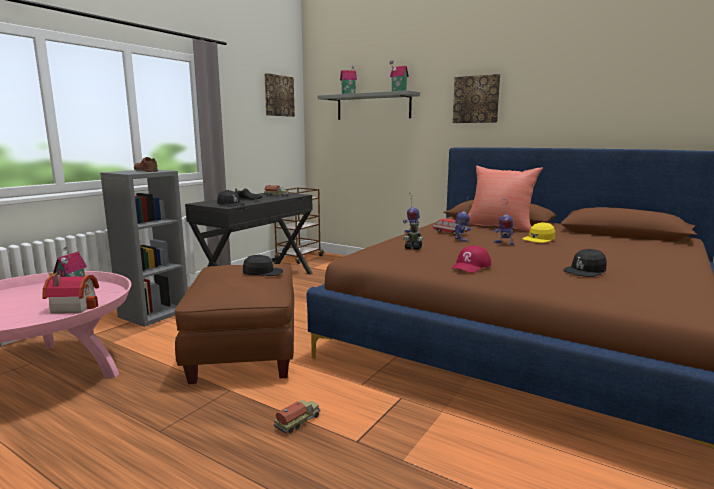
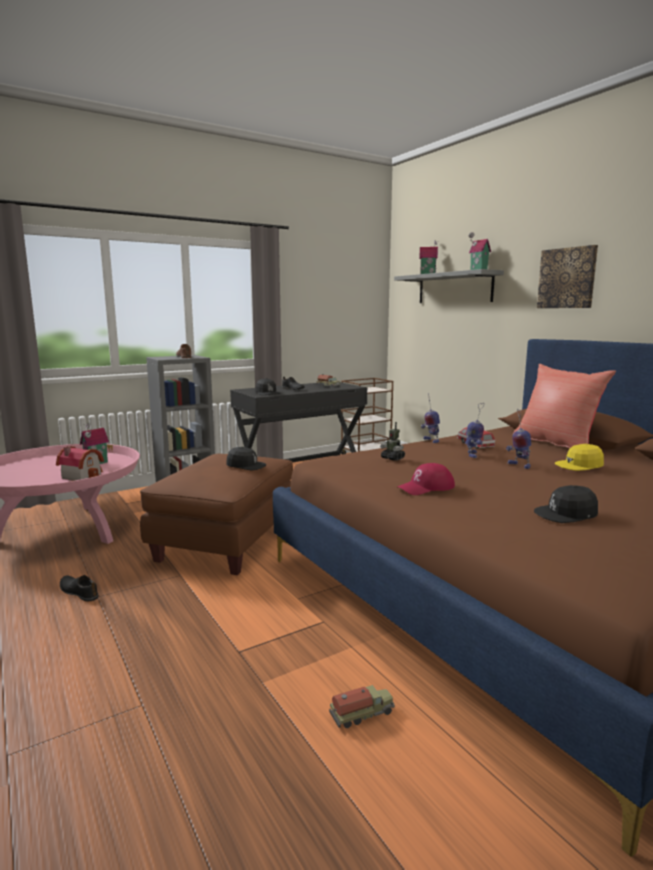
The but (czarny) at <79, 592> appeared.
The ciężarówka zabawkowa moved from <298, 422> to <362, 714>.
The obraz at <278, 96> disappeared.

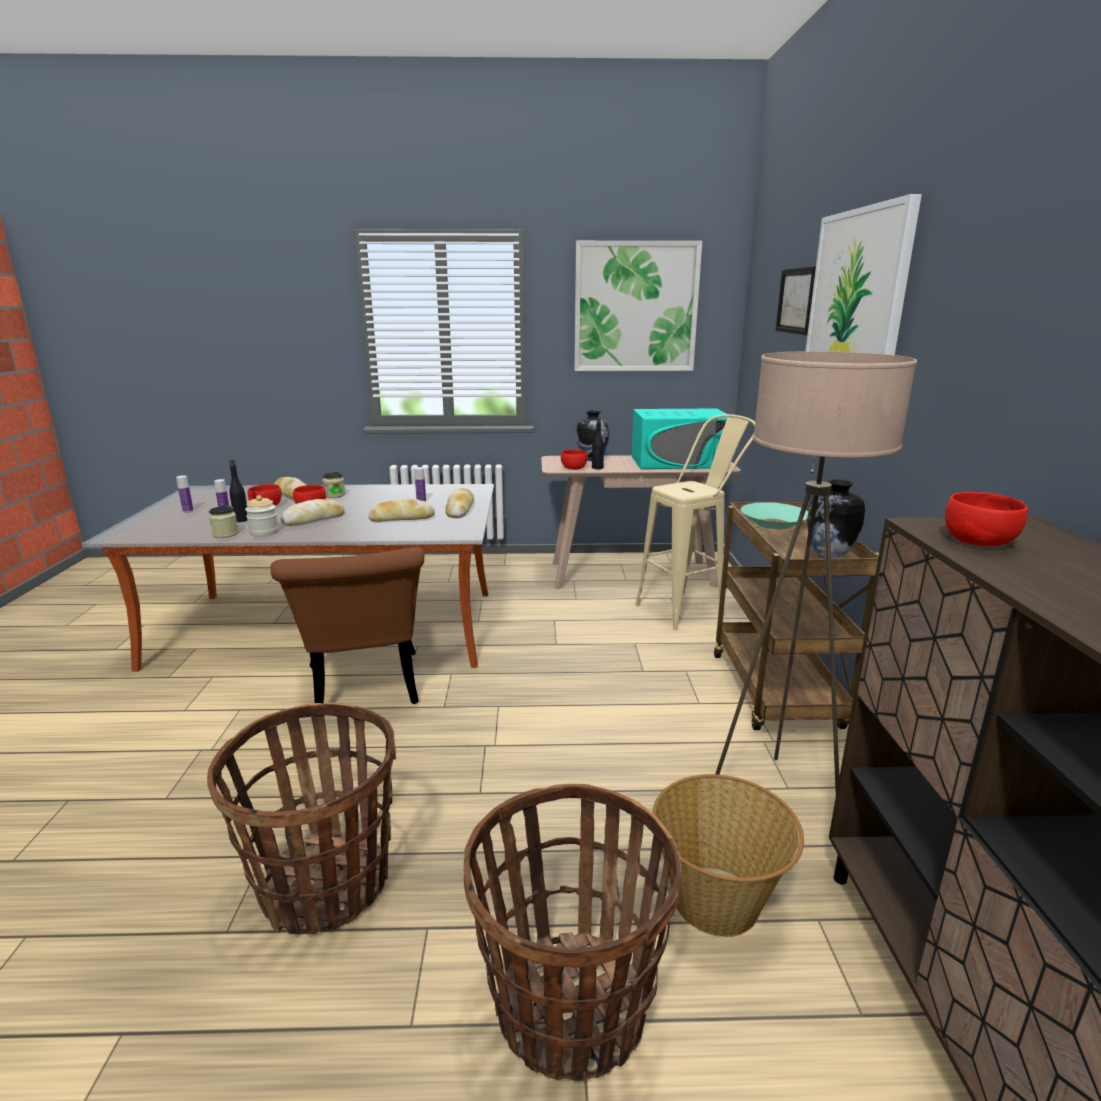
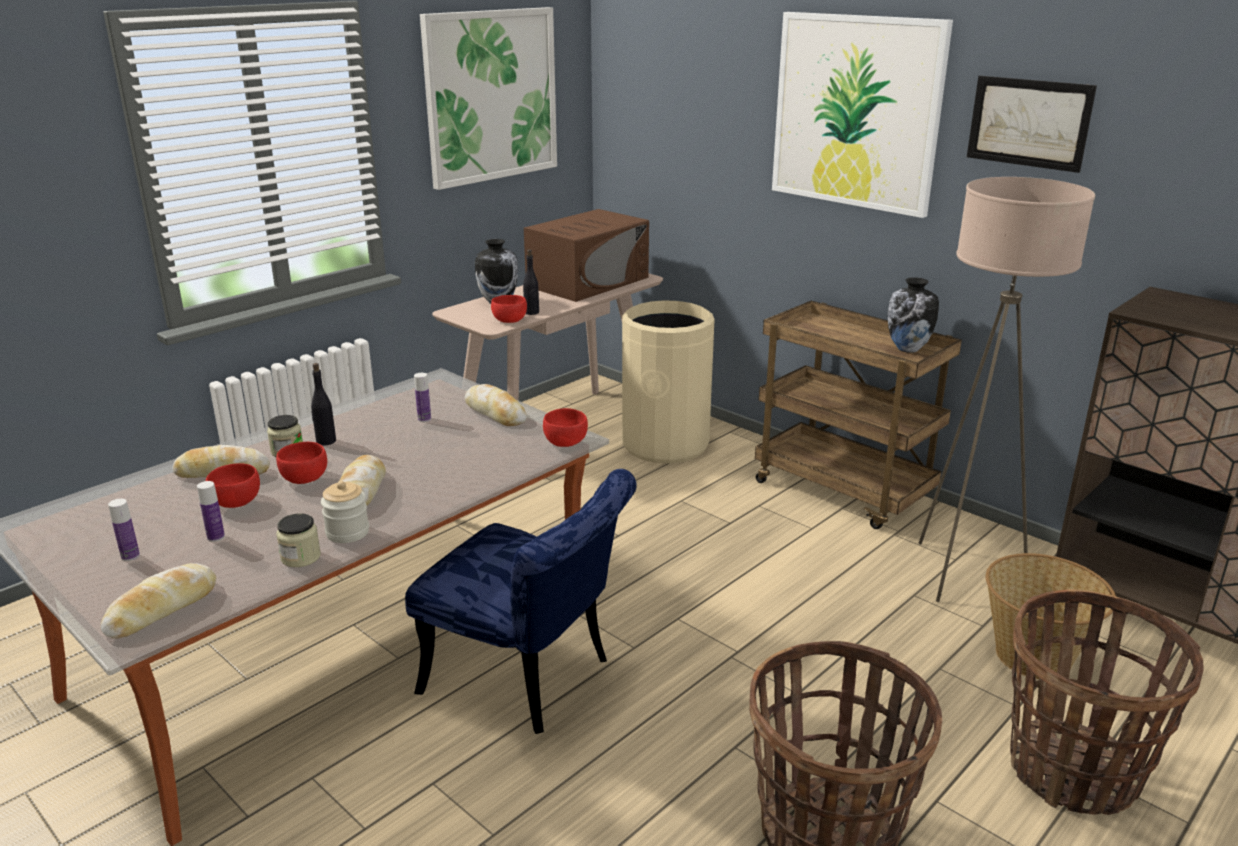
The chleb moved from <402, 518> to <162, 609>.
The butelka (czarny) moved from <241, 520> to <325, 441>.
The krzesło (brązowy) at <365, 691> became the krzesło (niebieski) at <530, 680>.
The mikrofalówka (turkusowy) at <678, 462> became the mikrofalówka (brązowy) at <588, 282>.
The miska (czerwony) moved from <979, 541> to <565, 442>.
The stołek (beżowy) at <689, 607> was replaced by the kosz na śmieci (beżowy) at <665, 444>.
The obraz moved from <795, 301> to <1029, 123>.
The miska (turkusowy) at <774, 523> disappeared.

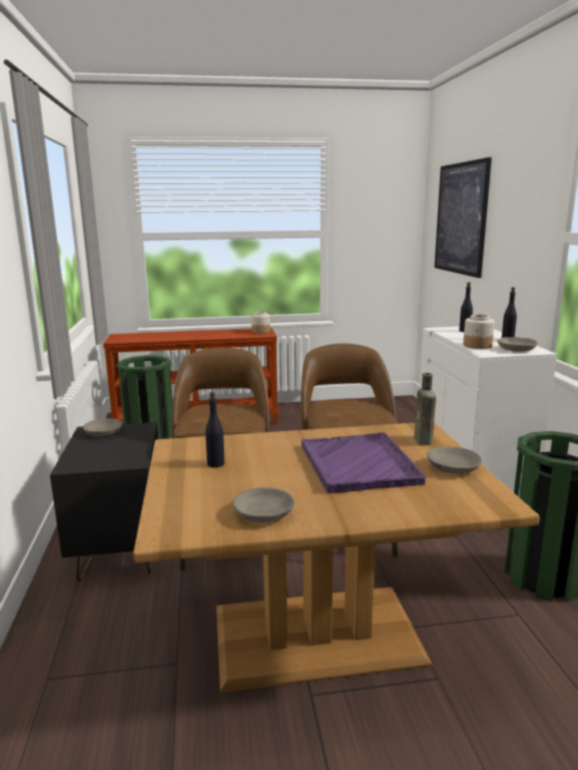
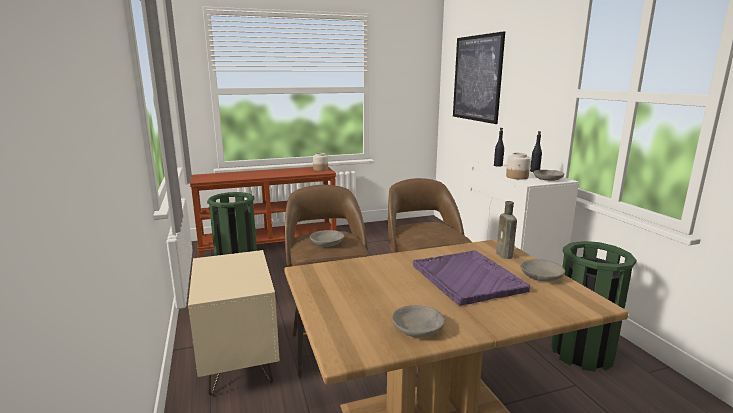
The szafka nocna (czarny) at <120, 549> became the szafka nocna (beżowy) at <239, 362>.
The miska (szary) moved from <104, 433> to <328, 243>.
The butelka (czarny) at <216, 464> disappeared.

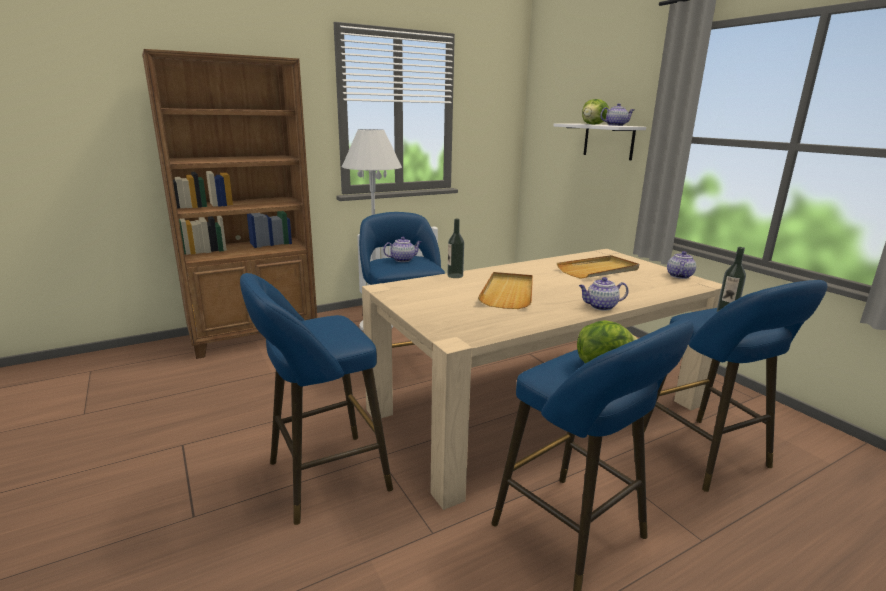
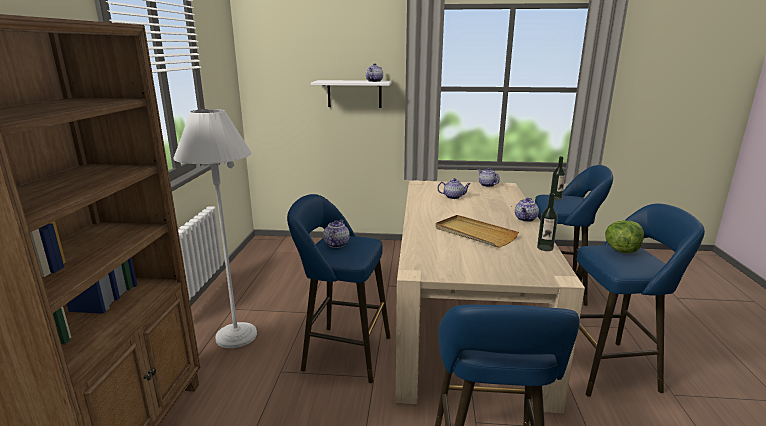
The taca (beżowy) at <598, 270> was replaced by the imbryk at <453, 197>.
The butelka moved from <455, 275> to <545, 248>.
The sałata at <594, 124> disappeared.

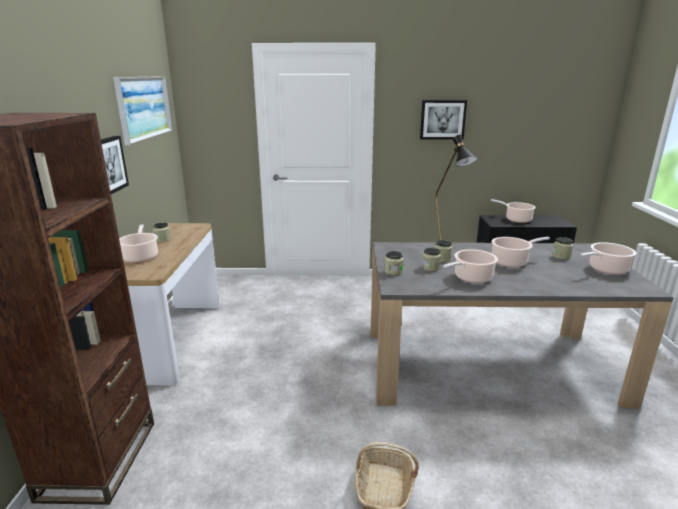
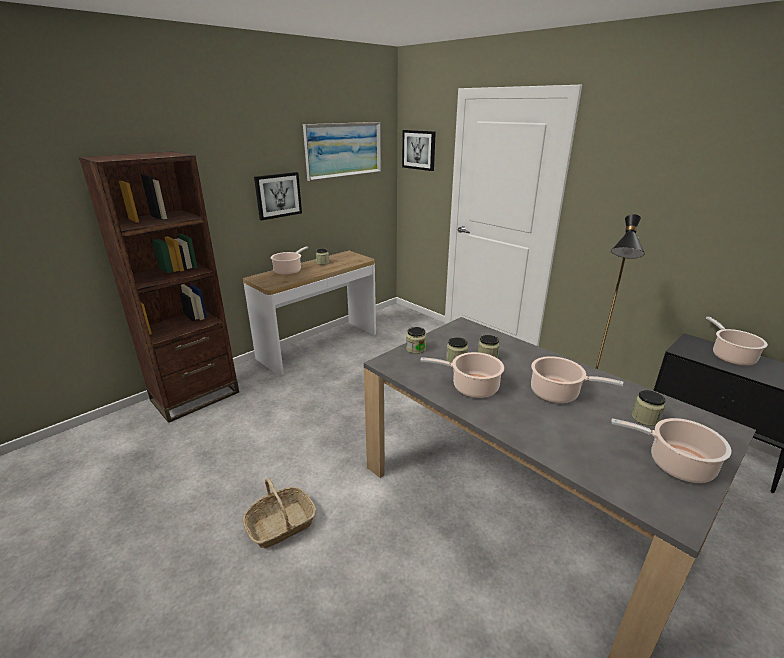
The obraz moved from <442, 119> to <419, 150>.

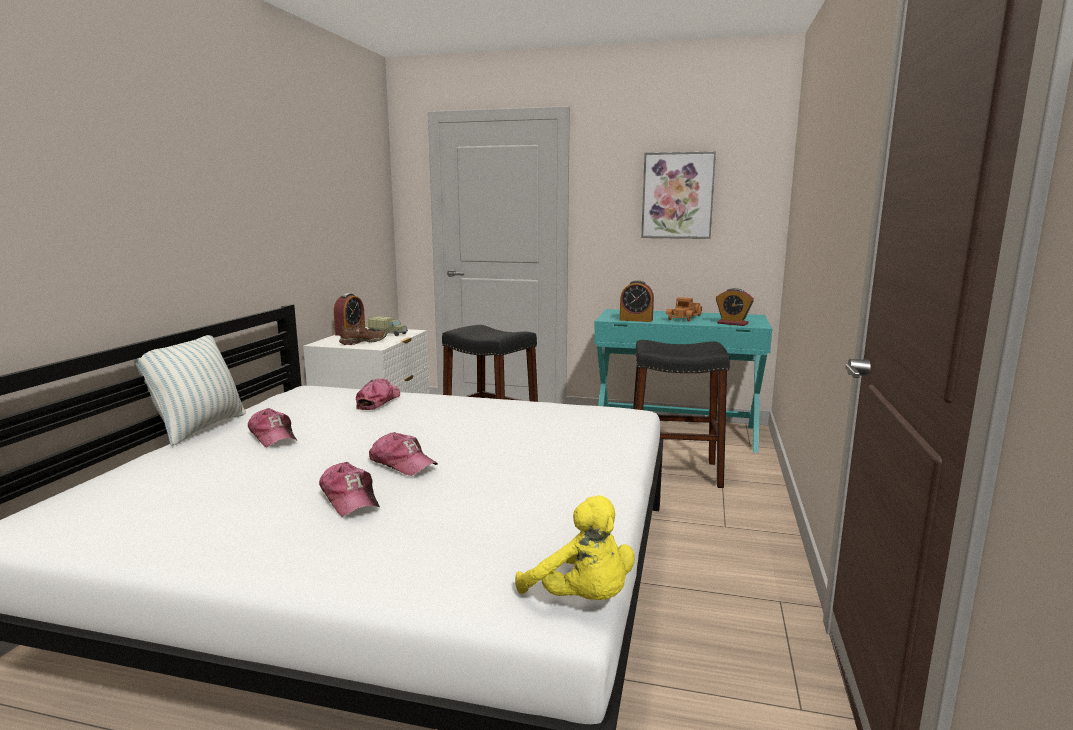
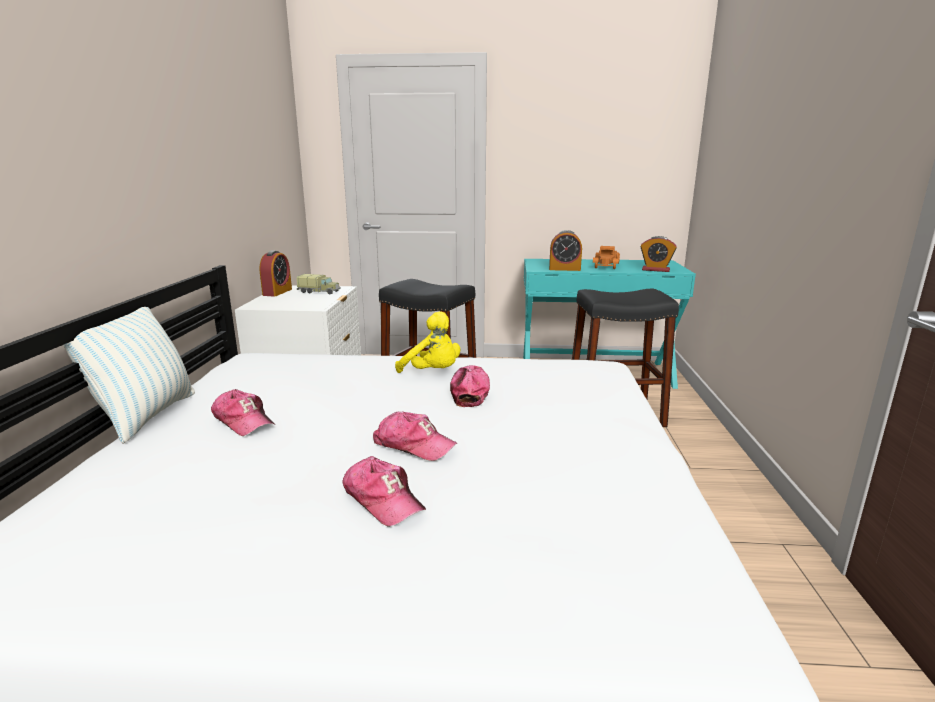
The pluszak (żółty) moved from <582, 599> to <433, 373>.
The czapka z daszkiem moved from <378, 401> to <470, 392>.
The but (brązowy) at <363, 342> disappeared.
The obraz at <677, 195> disappeared.

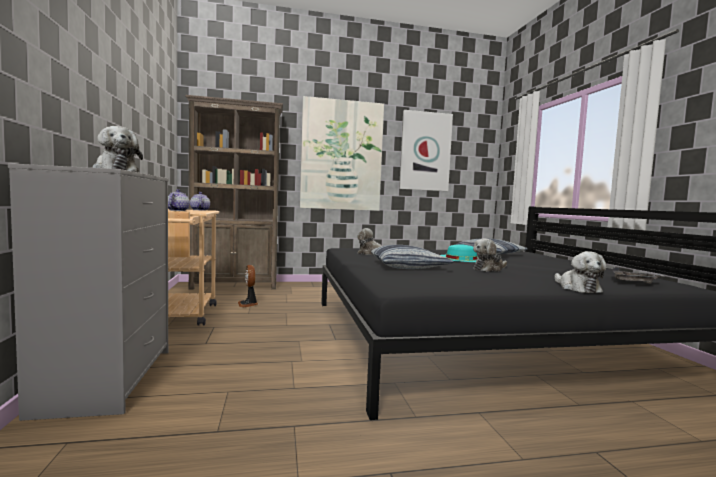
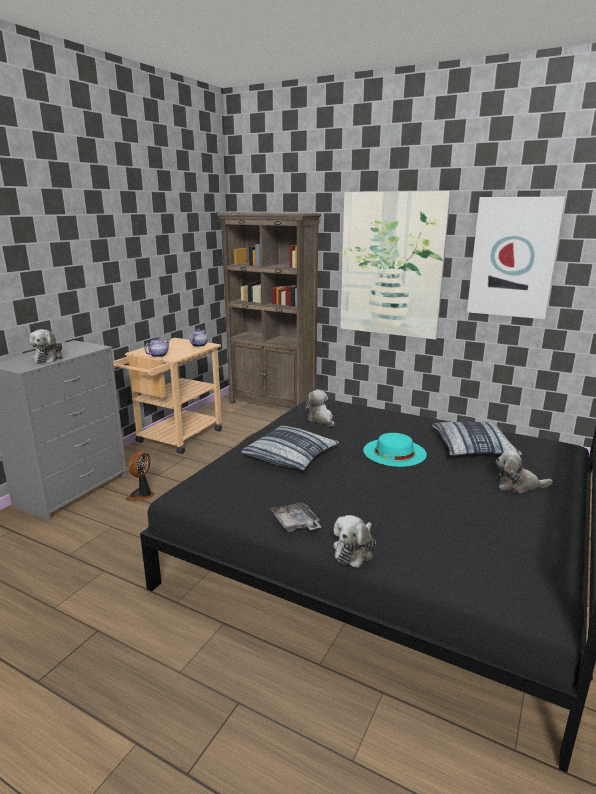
The wentylator moved from <248, 304> to <142, 495>.
The taca (szary) moved from <635, 282> to <295, 524>.
The pluszak moved from <489, 269> to <517, 485>.

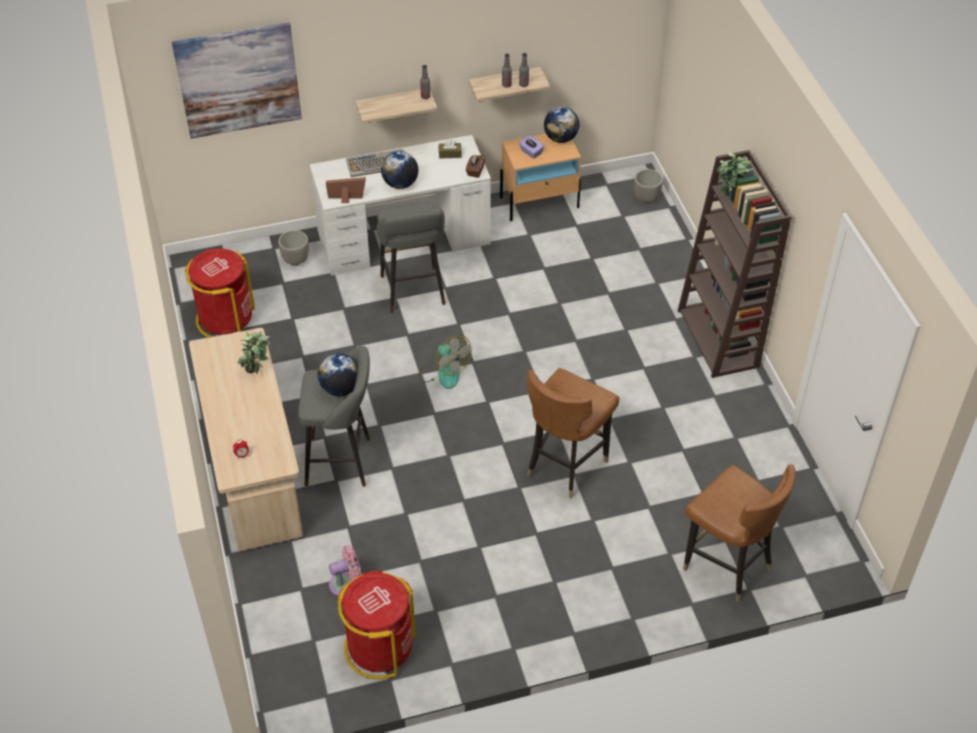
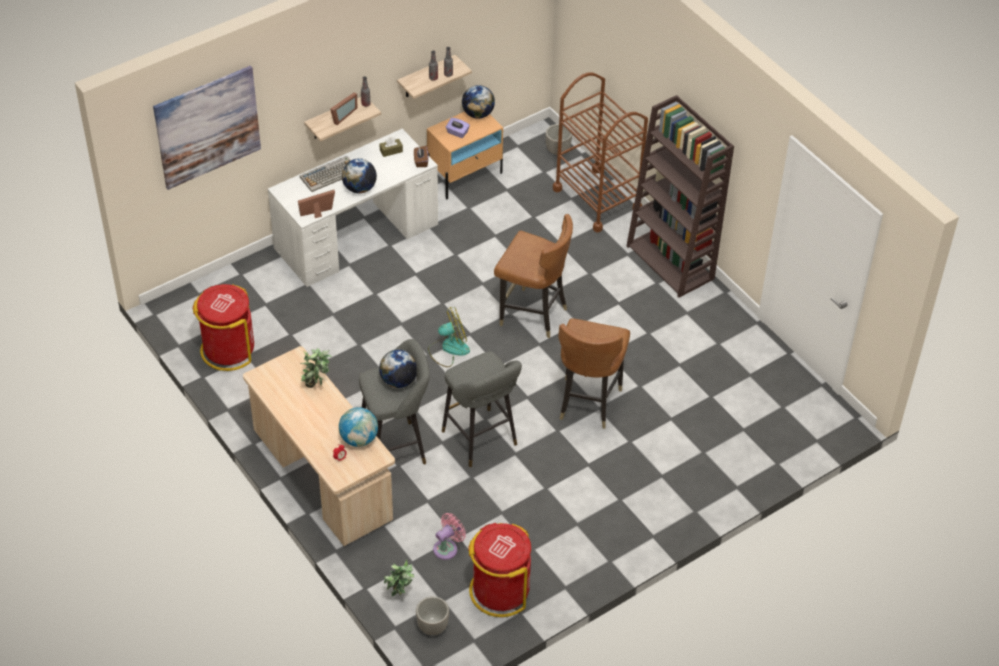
The ramka na zdjęcie at <342, 115> appeared.
The globus at <359, 439> appeared.
The roślina doniczkowa moved from <729, 195> to <400, 595>.
The donica moved from <295, 260> to <432, 627>.
The wentylator at <443, 372> turned 45 degrees counterclockwise.
The stołek (szary) moved from <413, 293> to <481, 440>.
The krzesło (brązowy) moved from <727, 566> to <532, 314>.
The wózek (brązowy) at <597, 199> appeared.

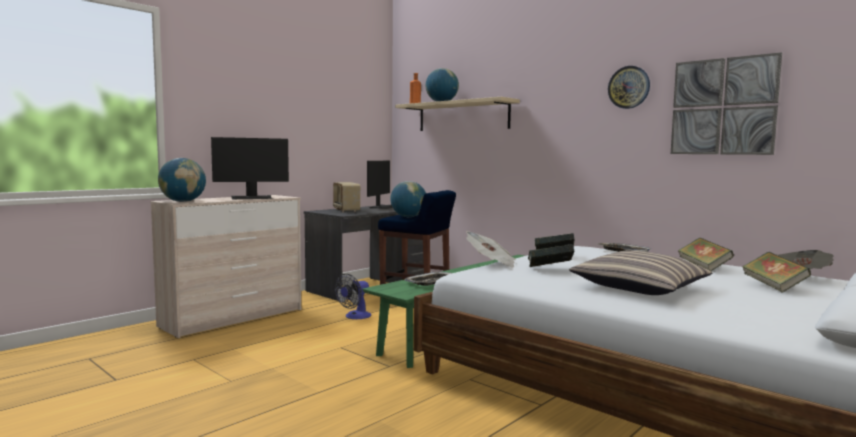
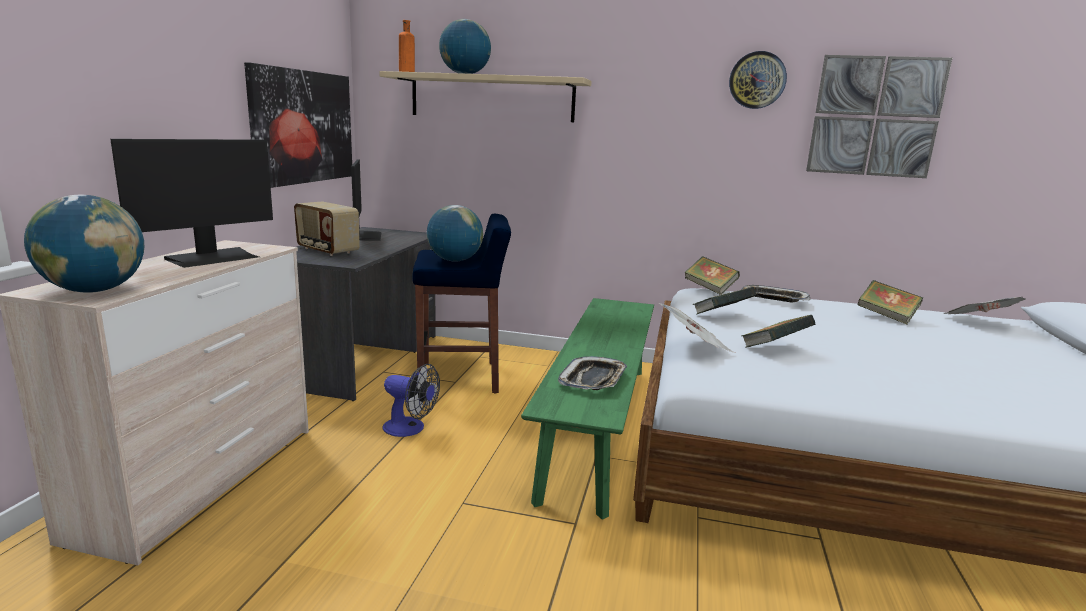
The obraz at <303, 127> appeared.
The wentylator at <355, 316> turned 75 degrees counterclockwise.
The książka moved from <773, 287> to <710, 289>.
The poduszka at <639, 287> disappeared.

